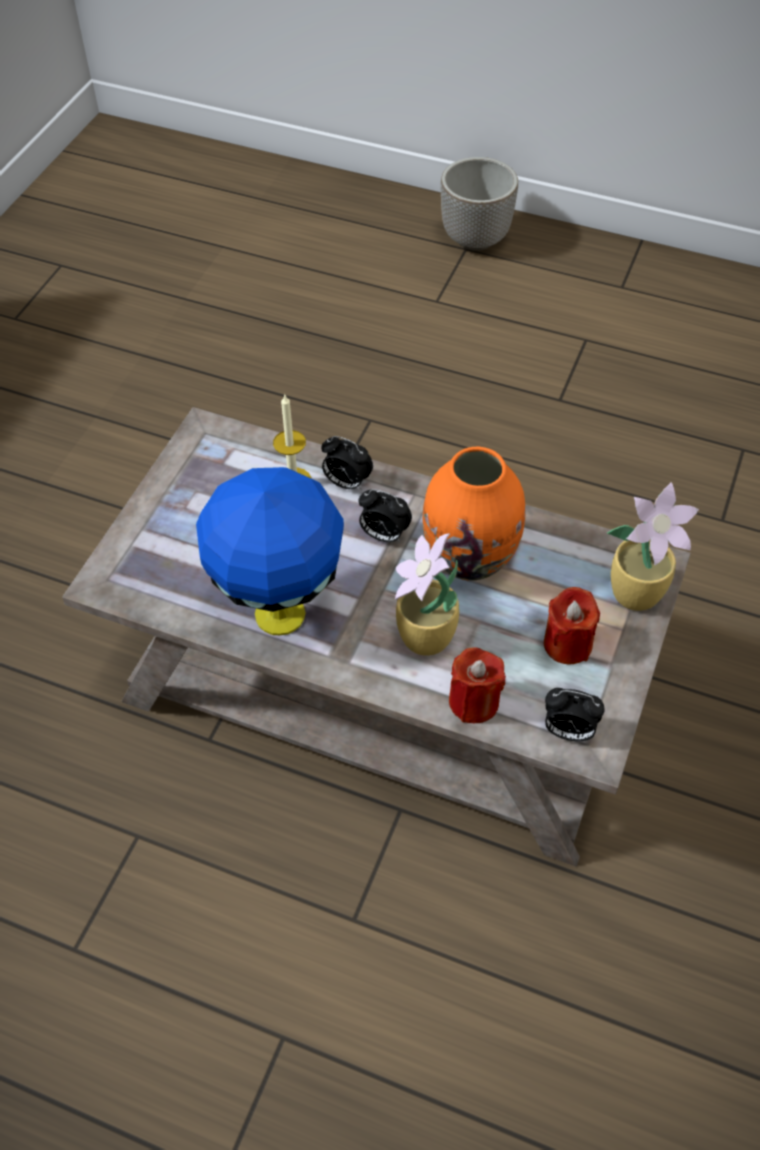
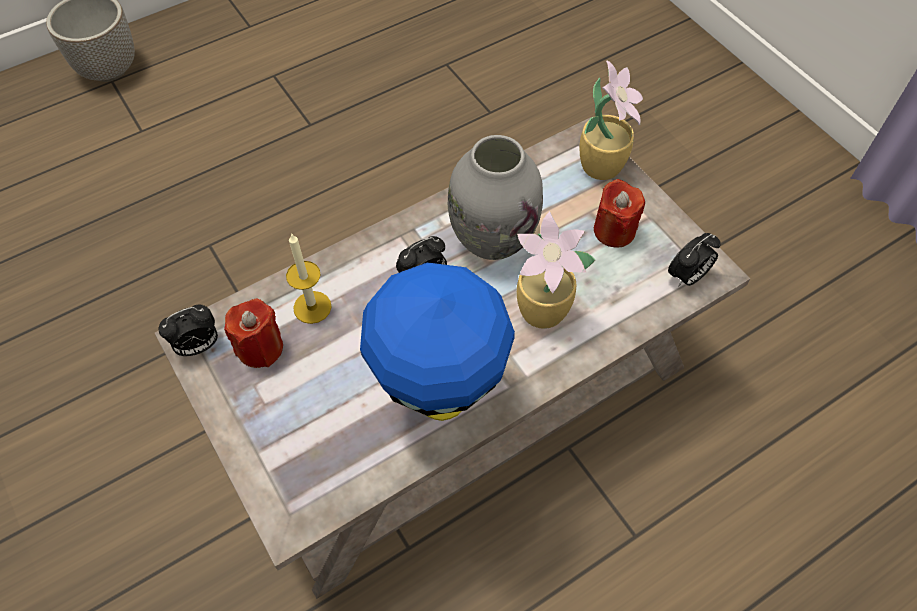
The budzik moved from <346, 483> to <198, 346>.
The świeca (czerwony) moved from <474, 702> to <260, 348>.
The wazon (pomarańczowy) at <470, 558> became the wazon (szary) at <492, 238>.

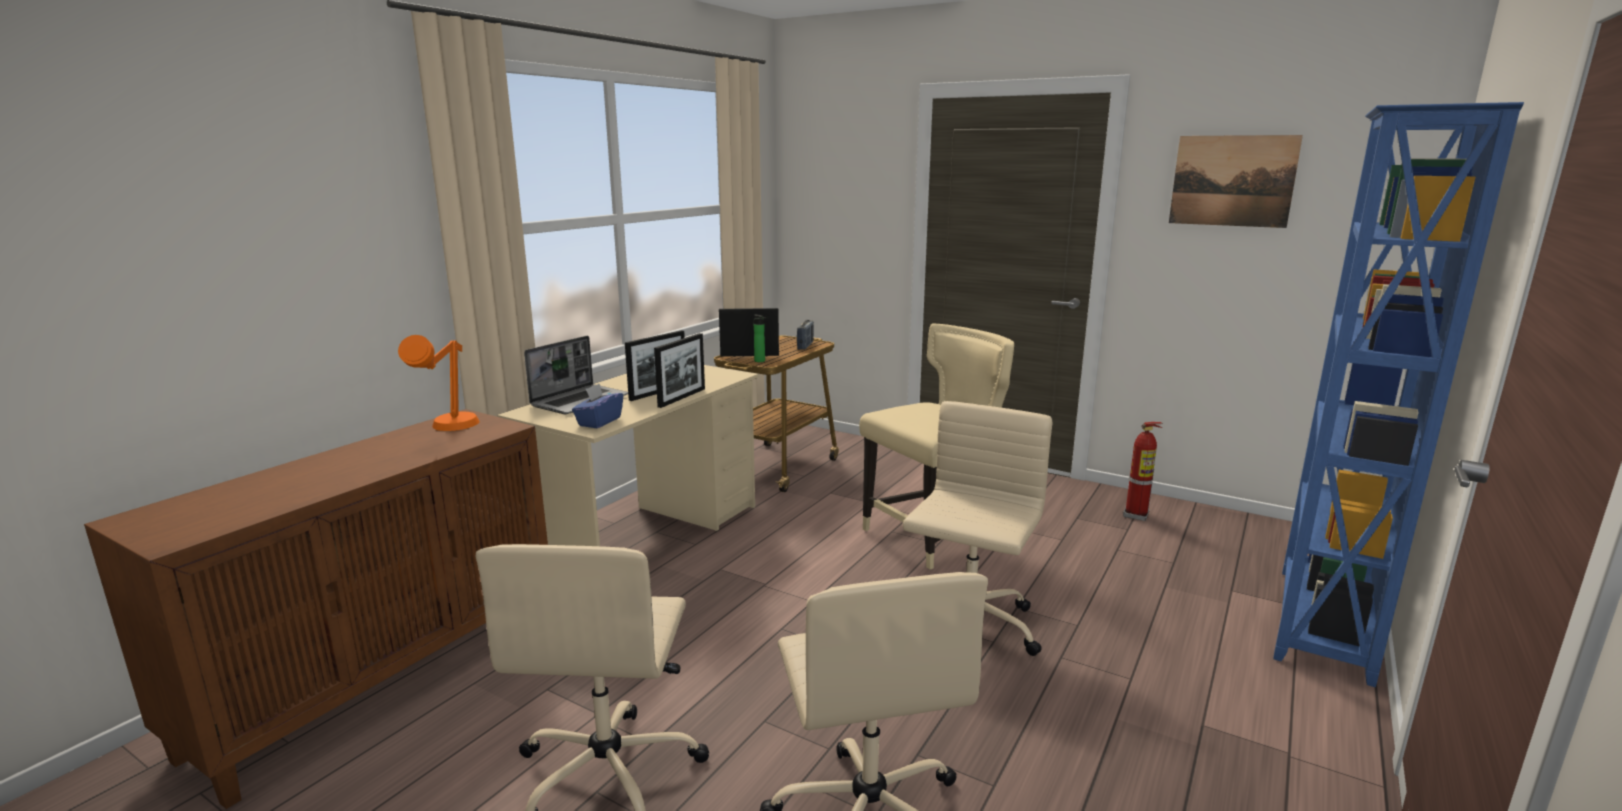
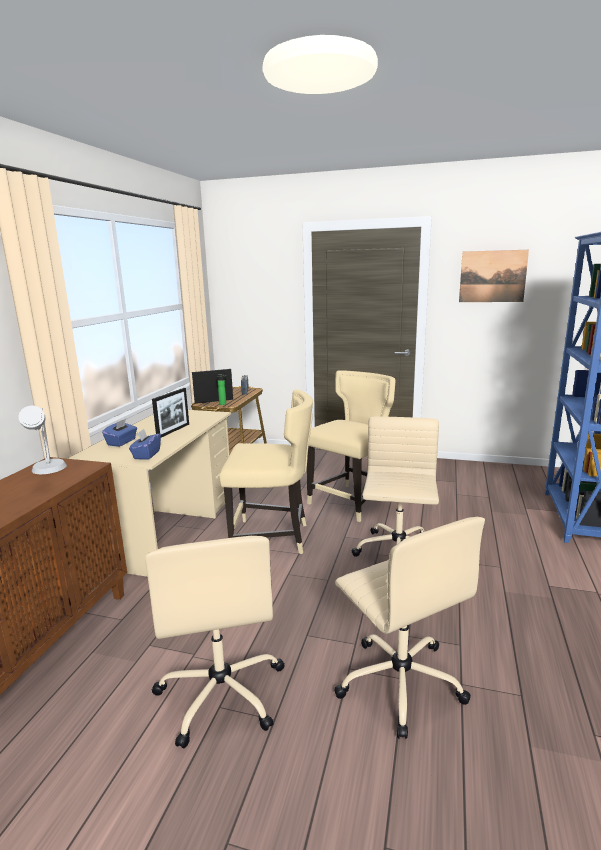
The lampa stołowa (pomarańczowy) at <448, 431> became the lampa stołowa (szary) at <48, 474>.
The laptop at <580, 401> was replaced by the pudełko chusteczek (niebieski) at <122, 442>.
The krzesło (beżowy) at <272, 538> appeared.
The ramka na zdjęcie at <682, 397> disappeared.
The gaśnica at <1136, 515> disappeared.

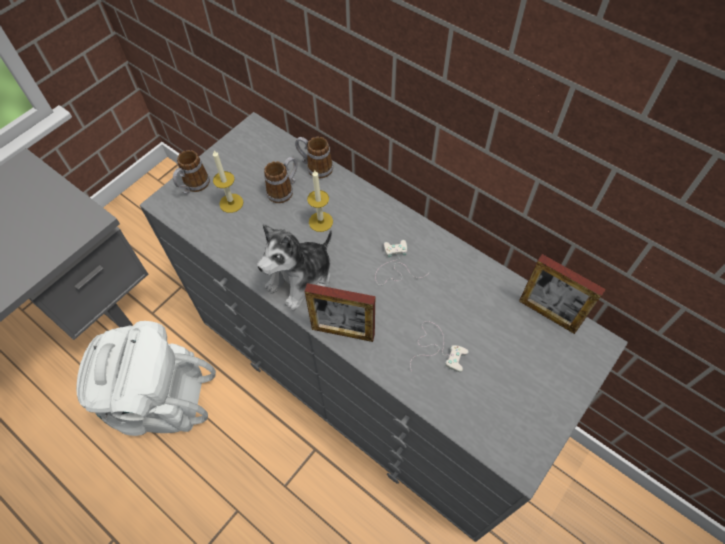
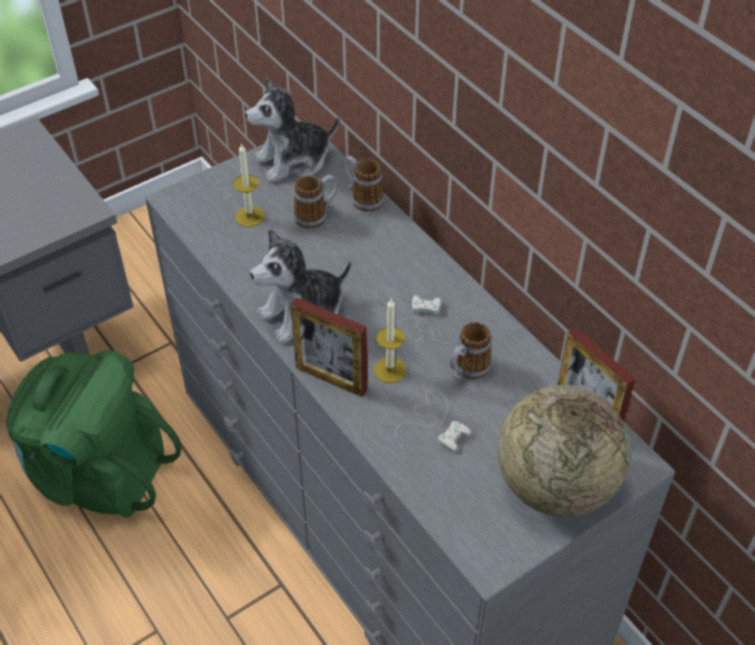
The plecak (biały) at <158, 400> became the plecak (zielony) at <99, 472>.
The pluszak at <293, 161> appeared.
The świeca moved from <320, 221> to <390, 370>.
The kubek moved from <193, 186> to <467, 370>.
The globus at <555, 485> appeared.

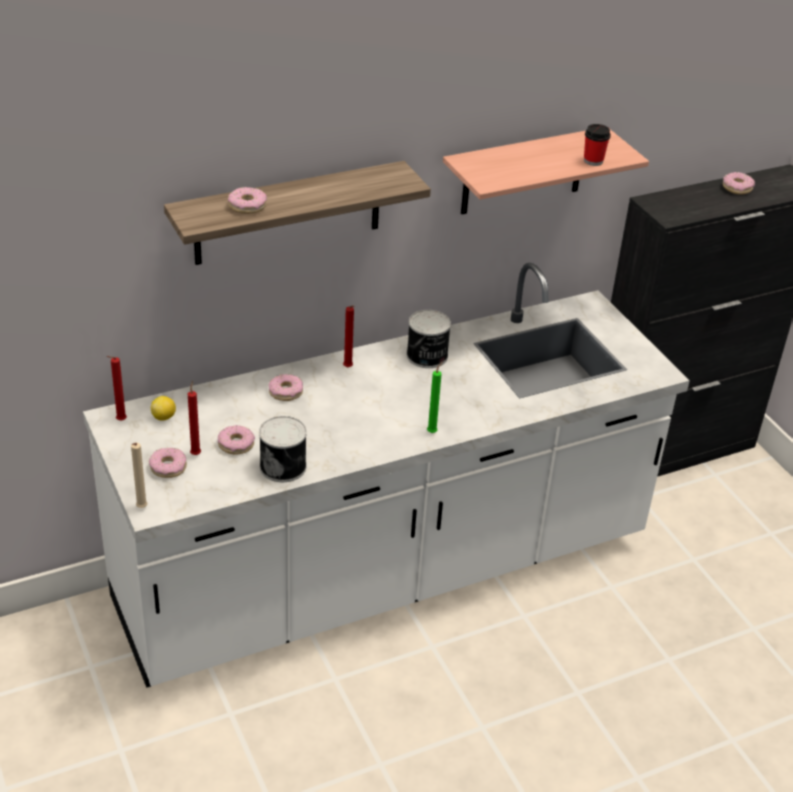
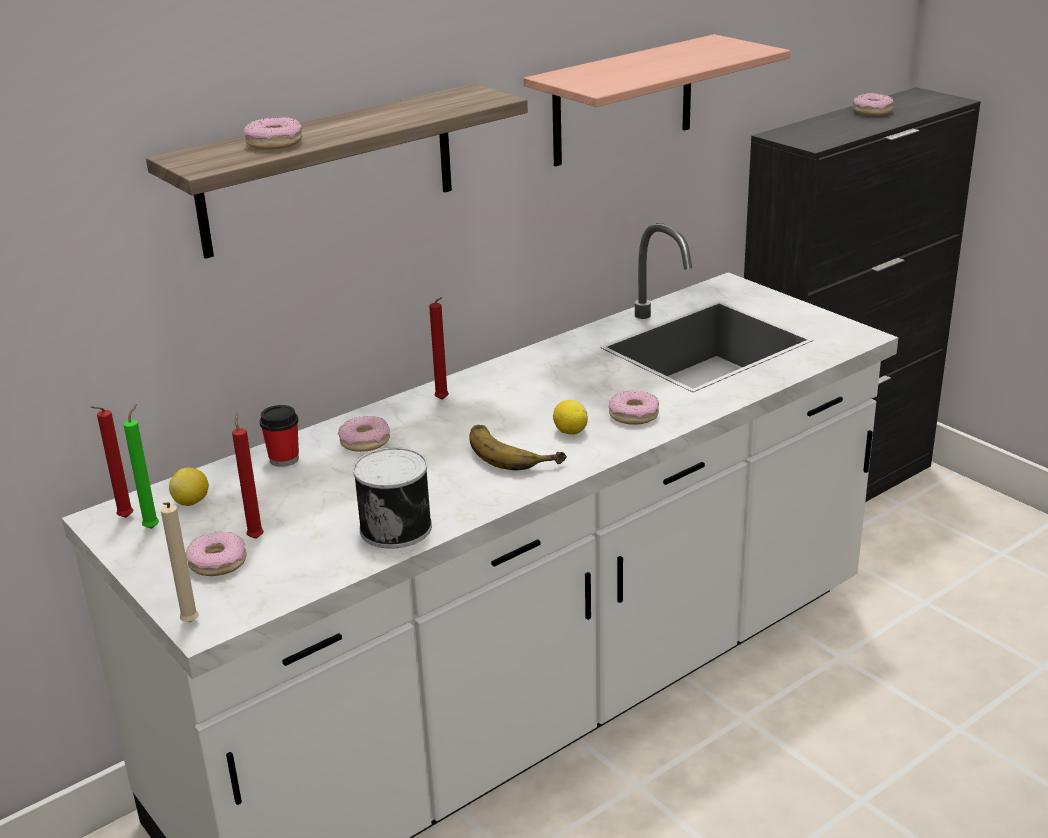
The świeca (zielony) moved from <433, 432> to <153, 527>.
The filiżanka moved from <593, 161> to <284, 459>.
The banan at <514, 451> appeared.
The cytryna at <570, 432> appeared.
The donut moved from <236, 444> to <633, 415>.
The puszka at <427, 356> disappeared.

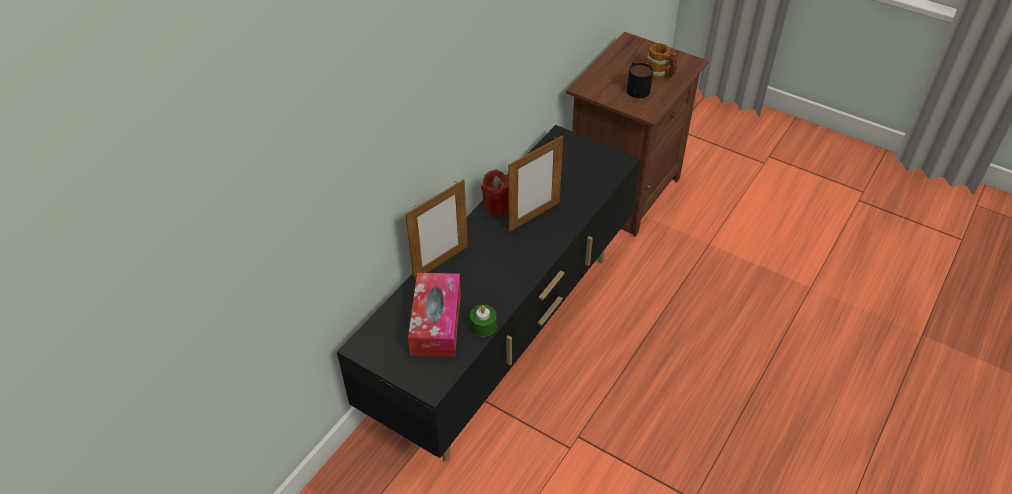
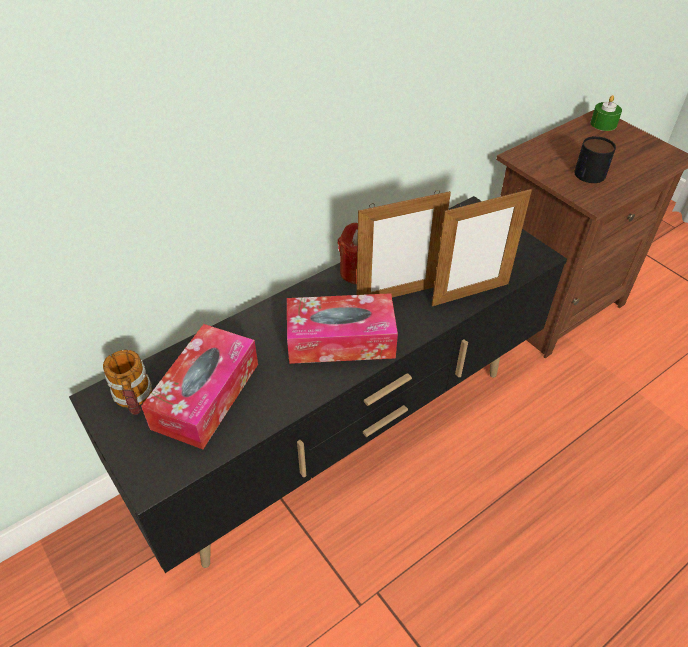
The kubek moved from <660, 74> to <134, 399>.
The pudełko chusteczek at <340, 340> appeared.
The ramka na zdjęcie moved from <441, 263> to <470, 294>.
The świeca (zielony) moved from <483, 325> to <603, 124>.

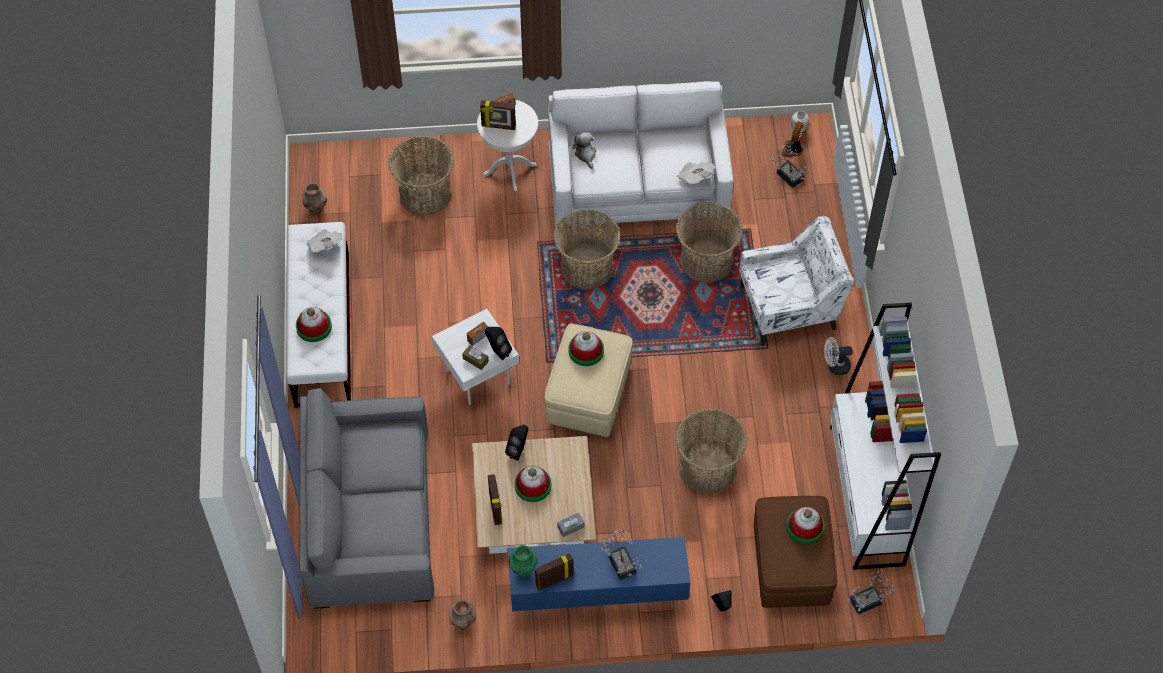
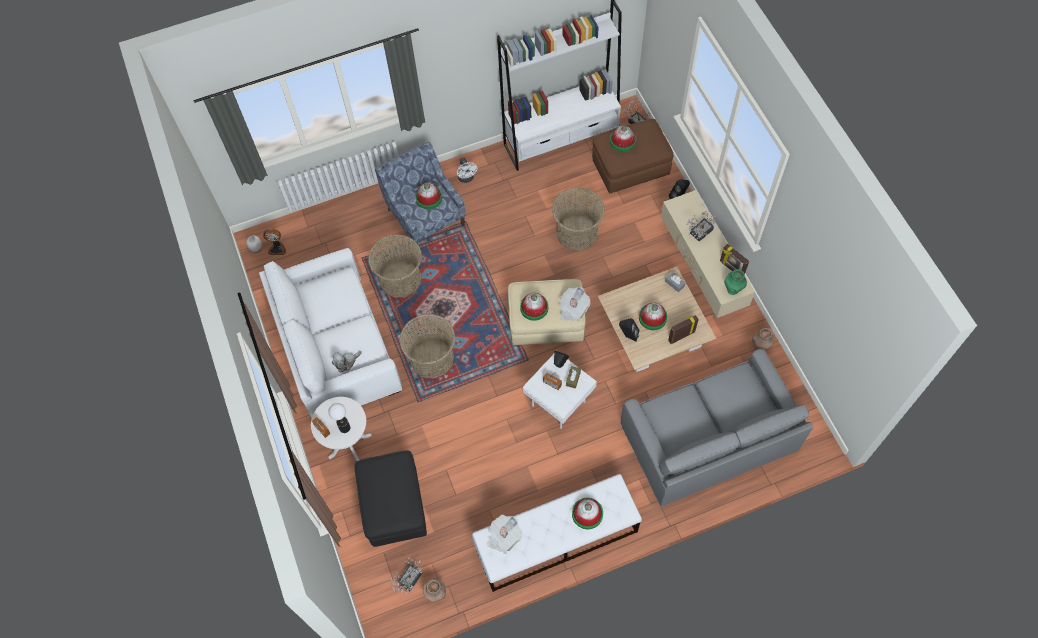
The ramka na zdjęcie at <498, 126> was replaced by the lampa stołowa at <344, 427>.
The koszyk at <424, 194> was replaced by the pufa (czarny) at <394, 506>.
The fotel (biały) at <790, 307> became the fotel (niebieski) at <425, 216>.
The roślina doniczkowa moved from <788, 174> to <408, 580>.
The kapelusz at <429, 198> appeared.
The gazeta moved from <695, 177> to <573, 309>.
The szafka pod telewizor (niebieski) at <597, 594> became the szafka pod telewizor (beżowy) at <701, 271>.

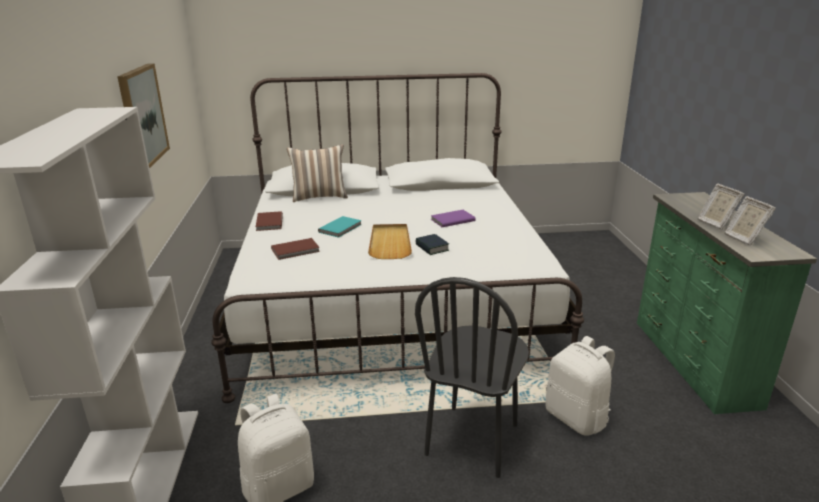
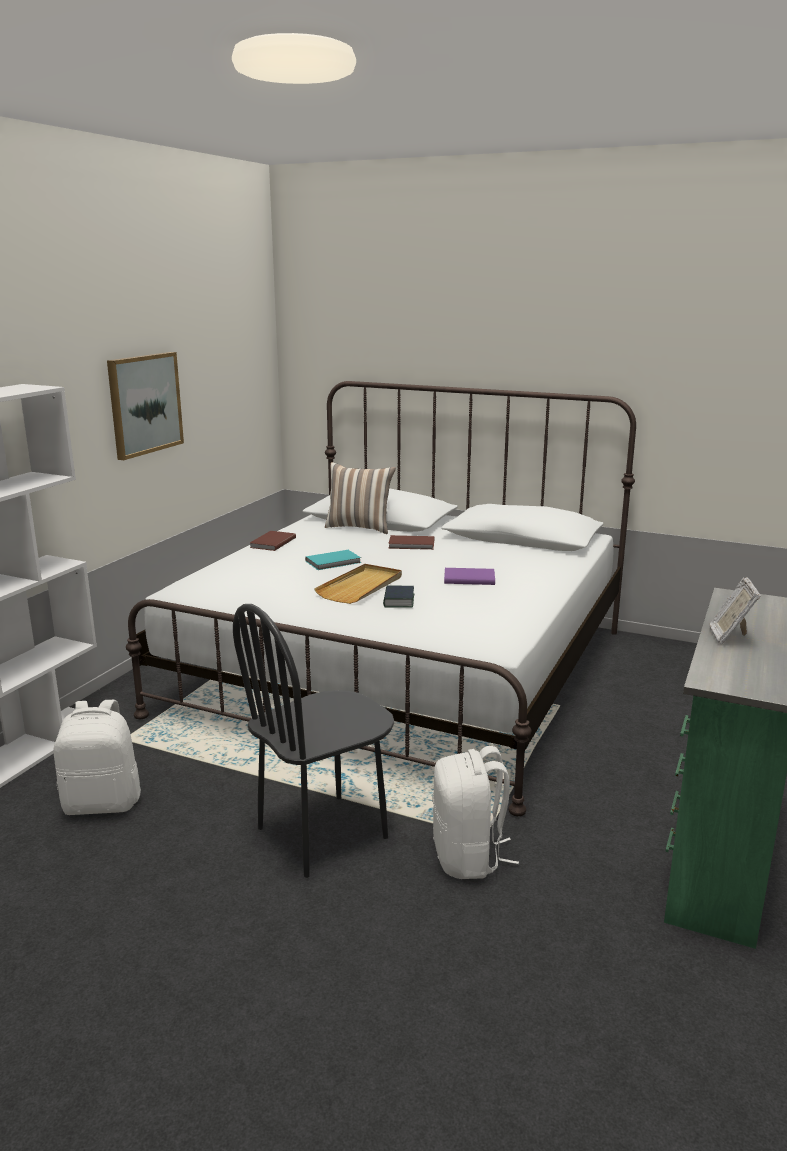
The książka (brązowy) moved from <296, 250> to <412, 545>.
The ramka na zdjęcie at <743, 238> disappeared.

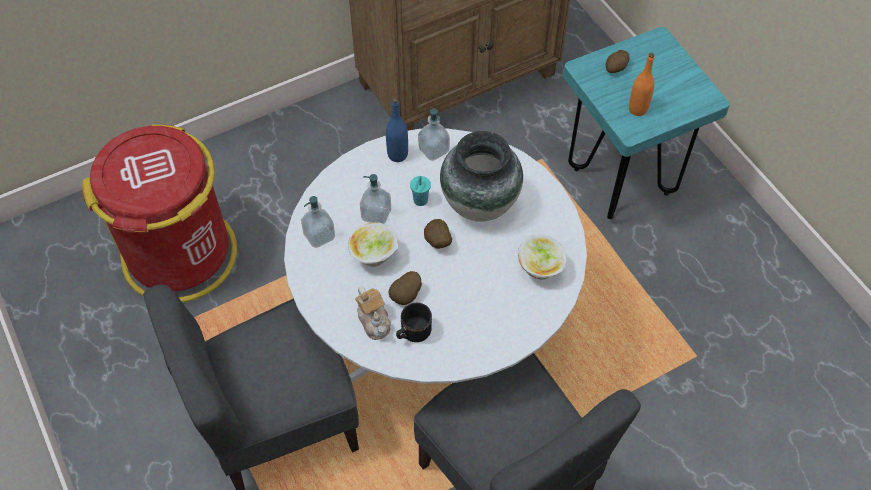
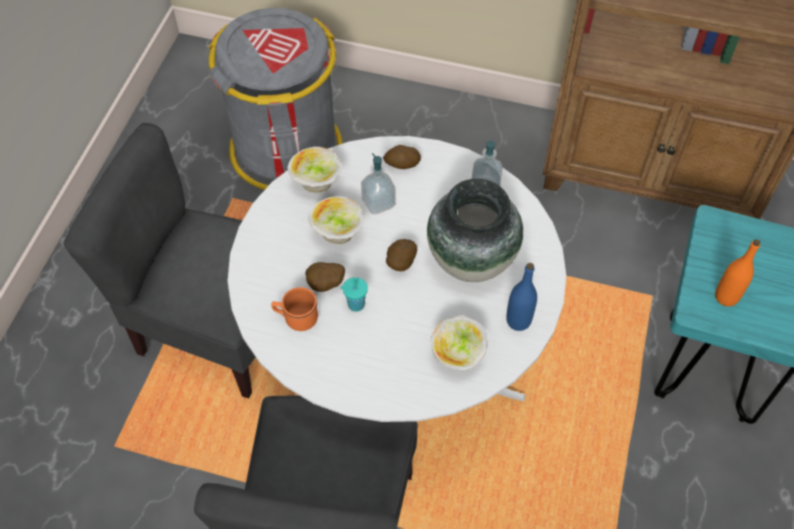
The kosz na śmieci (czerwony) at <181, 255> became the kosz na śmieci (szary) at <286, 149>.
The kubek (czarny) at <412, 333> became the kubek (pomarańczowy) at <296, 318>.
The dozownik mydła at <319, 236> was replaced by the miska at <317, 184>.
The filiżanka (turkusowy) moved from <420, 201> to <355, 305>.
The ziemniak moved from <616, 68> to <402, 164>.
The butelka (niebieski) moved from <397, 155> to <518, 321>.
The imbryk at <374, 320> disappeared.

